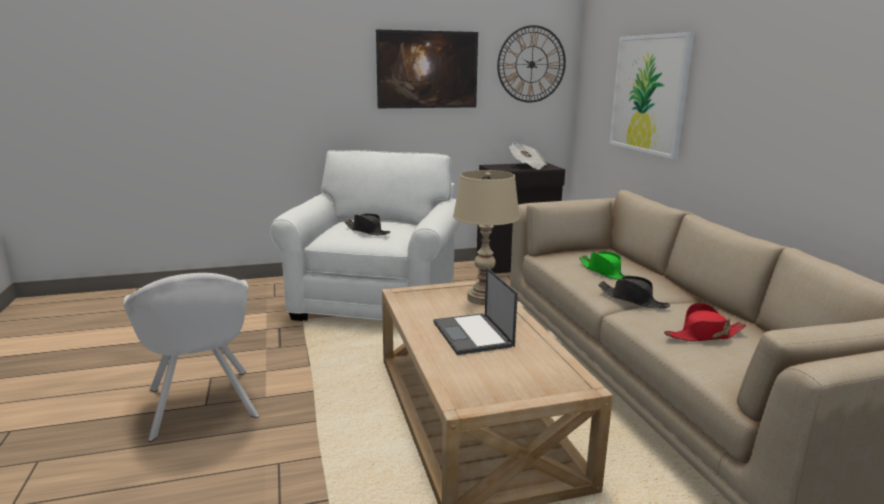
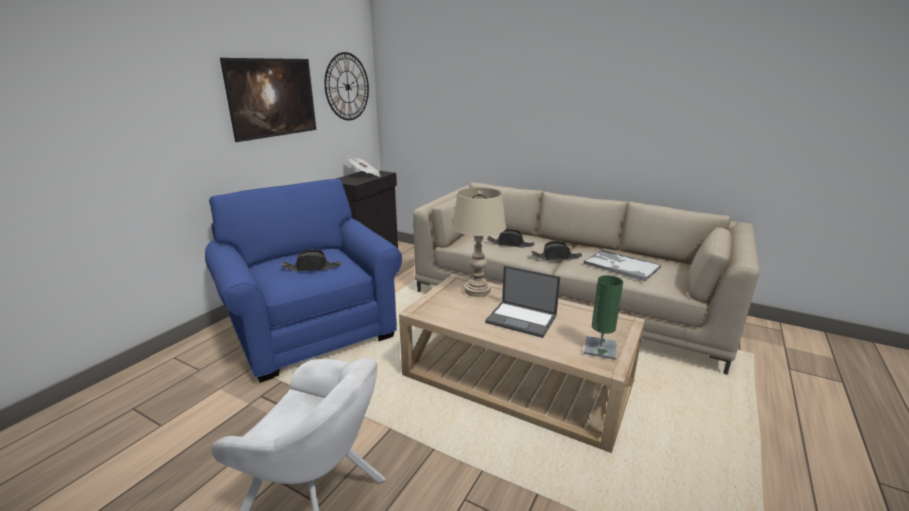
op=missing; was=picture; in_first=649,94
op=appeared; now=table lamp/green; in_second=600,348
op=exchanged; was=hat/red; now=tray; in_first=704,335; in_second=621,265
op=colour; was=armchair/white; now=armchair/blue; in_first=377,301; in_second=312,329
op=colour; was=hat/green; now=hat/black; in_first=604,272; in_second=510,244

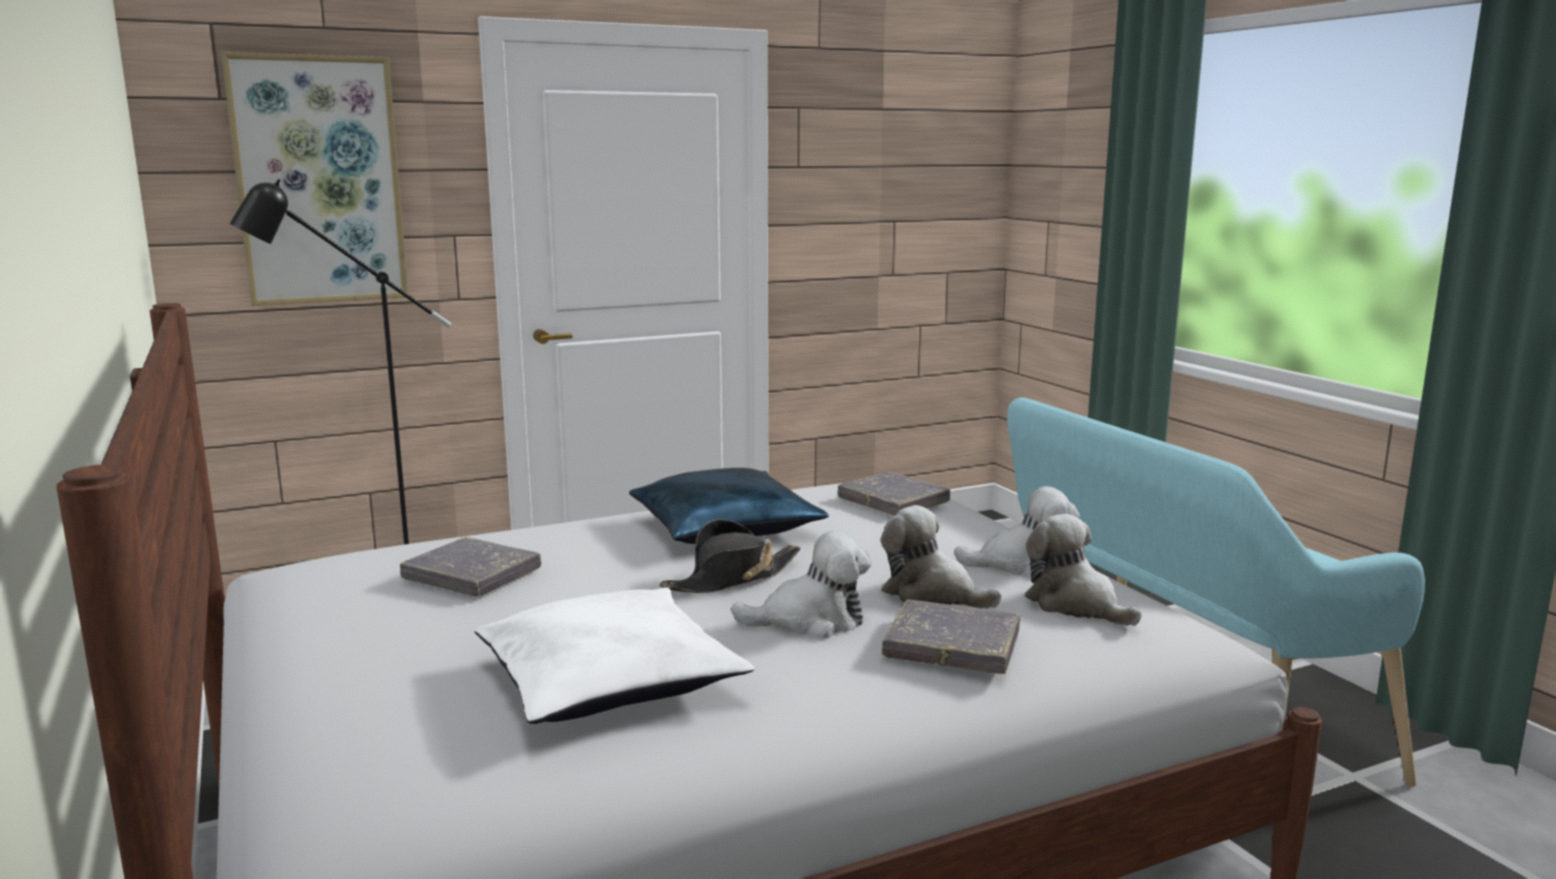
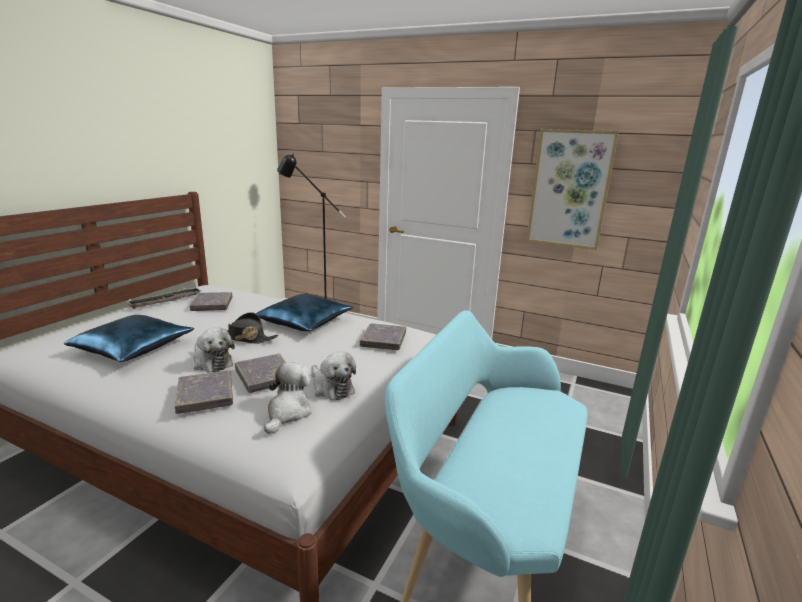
op=appeared; now=tray; in_second=165,301
op=relocated; was=picture; in_first=319,181; in_second=569,189
op=exchanged; was=plush toy; now=book/grey; in_first=931,593; in_second=265,376
op=colour; was=pillow/white; now=pillow/blue; in_first=608,679; in_second=133,348

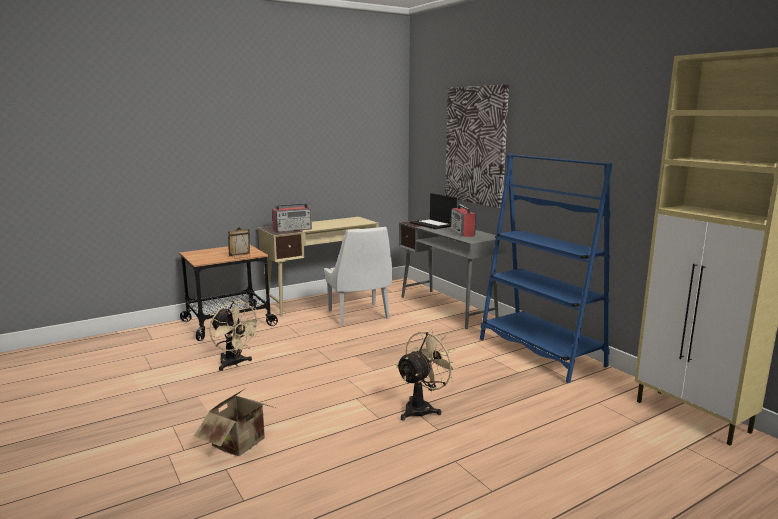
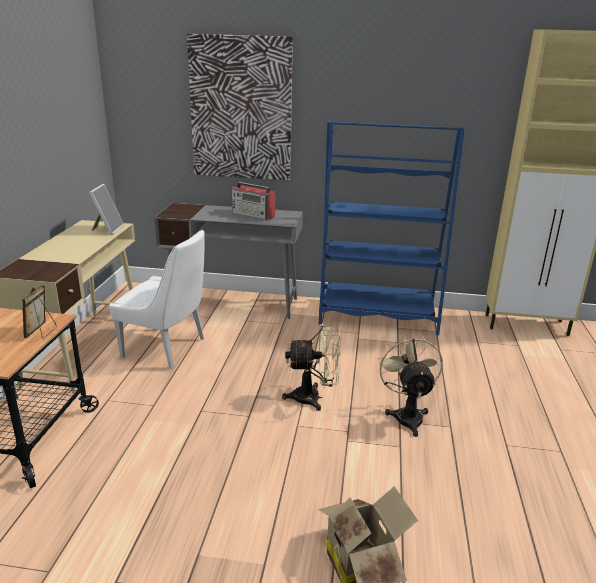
op=missing; was=radio; in_first=293,229
op=missing; was=laptop; in_first=433,224
op=appeared; now=picture frame; in_second=107,229
op=relocated; was=fan/beige; in_first=234,364; in_second=314,398

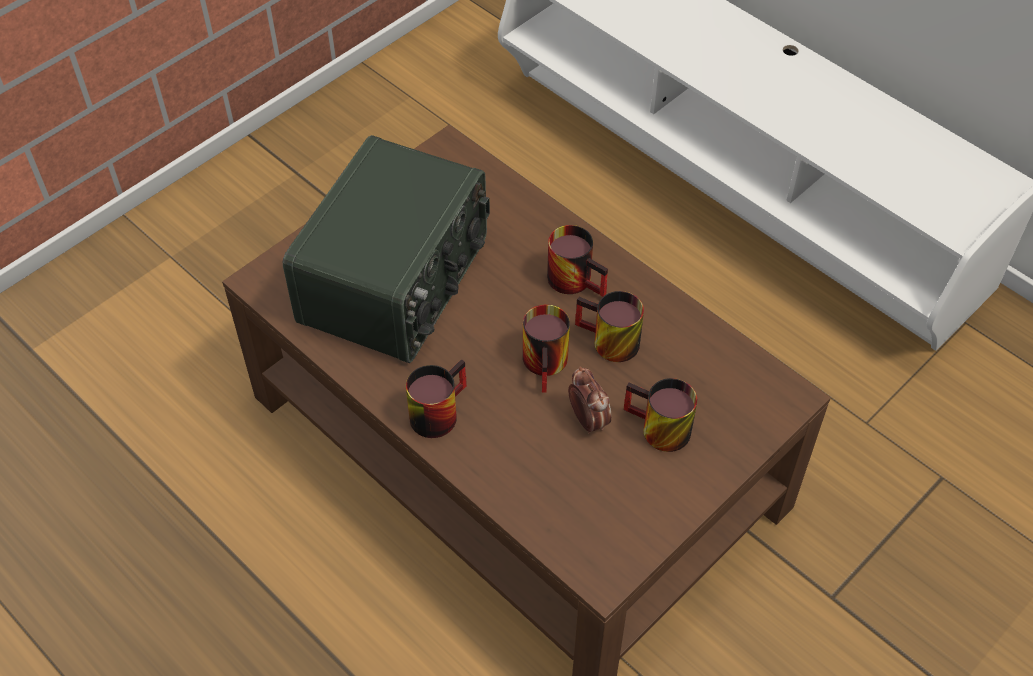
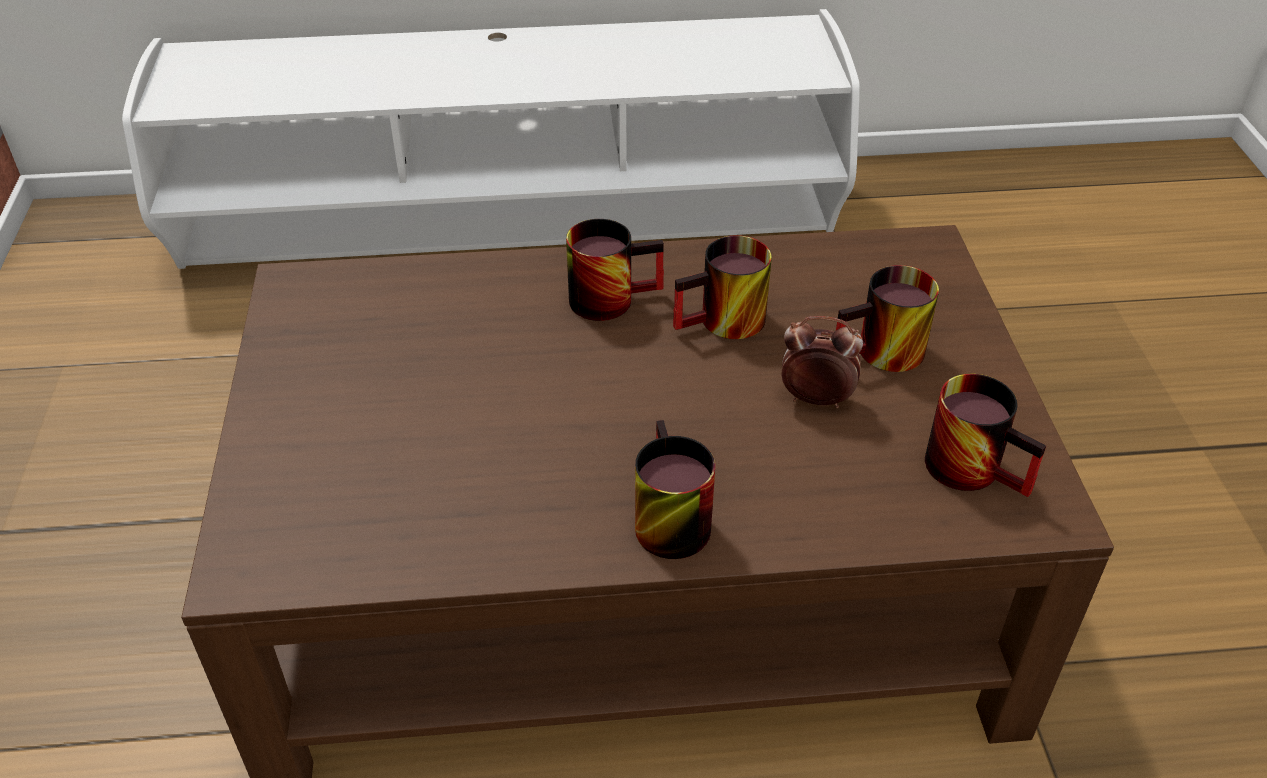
op=missing; was=radio; in_first=397,281
op=relocated; was=mug; in_first=549,364; in_second=977,467

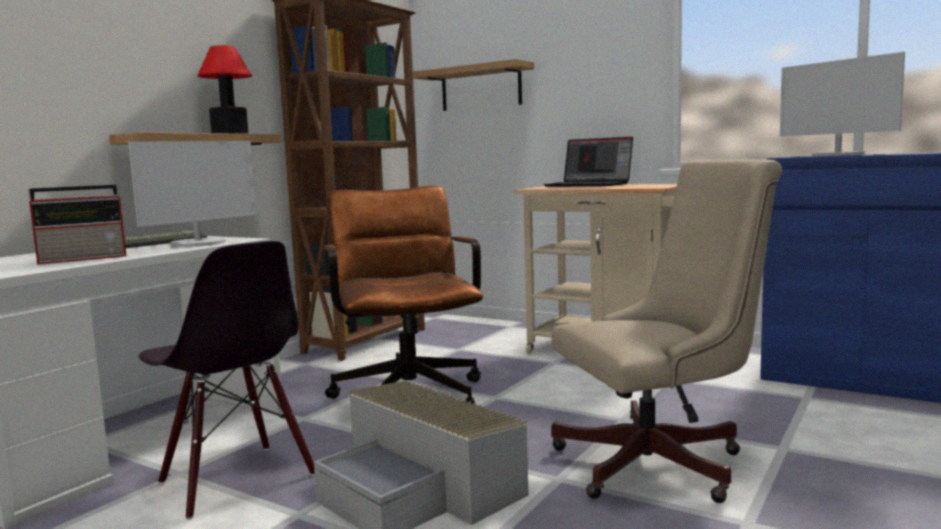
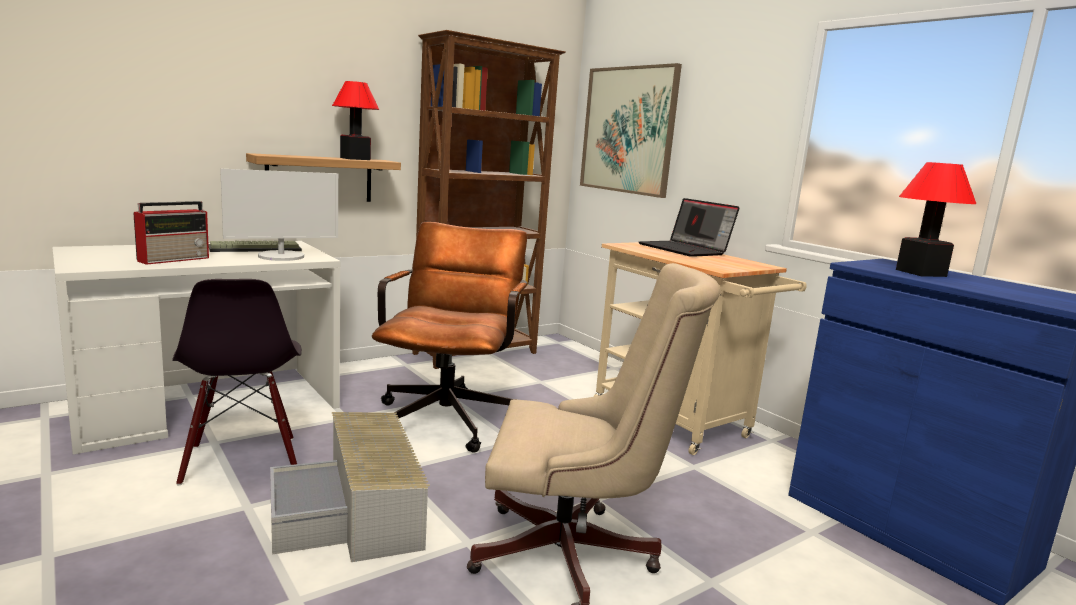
op=exchanged; was=shelf; now=picture; in_first=481,88; in_second=628,130
op=exchanged; was=monitor; now=table lamp; in_first=837,155; in_second=921,273
op=spun; was=radio; in_first=85,258; in_second=175,259; clockwise=-45

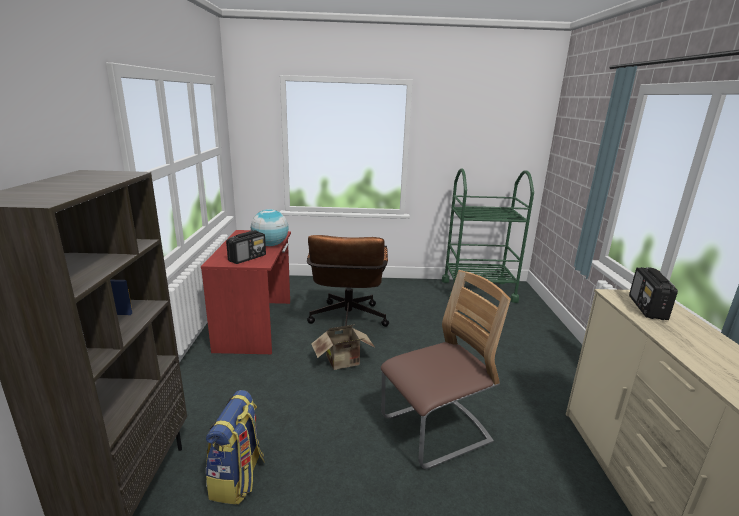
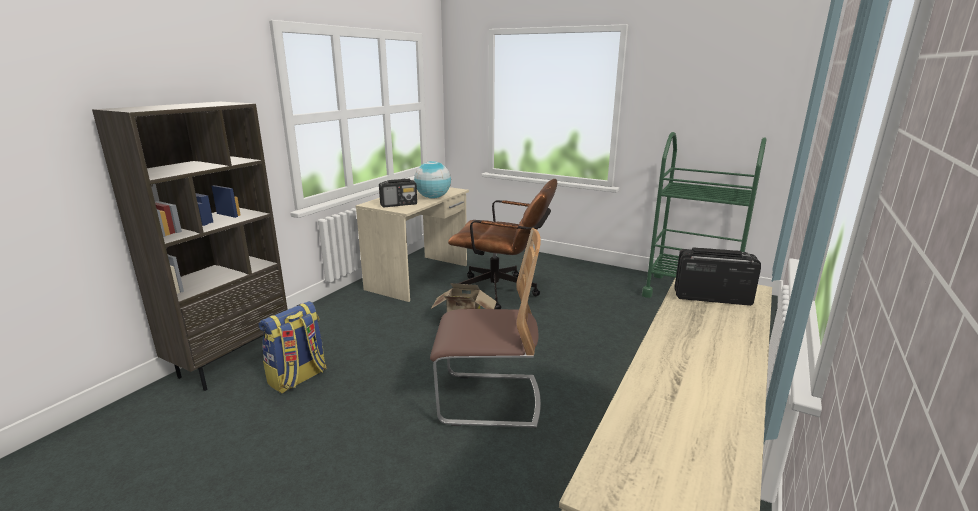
op=colour; was=desk/red; now=desk/beige; in_first=256,324; in_second=419,277
op=spun; was=office chair/brown; in_first=347,323; in_second=503,292; clockwise=-105
op=spun; was=radio; in_first=647,308; in_second=711,297; clockwise=60

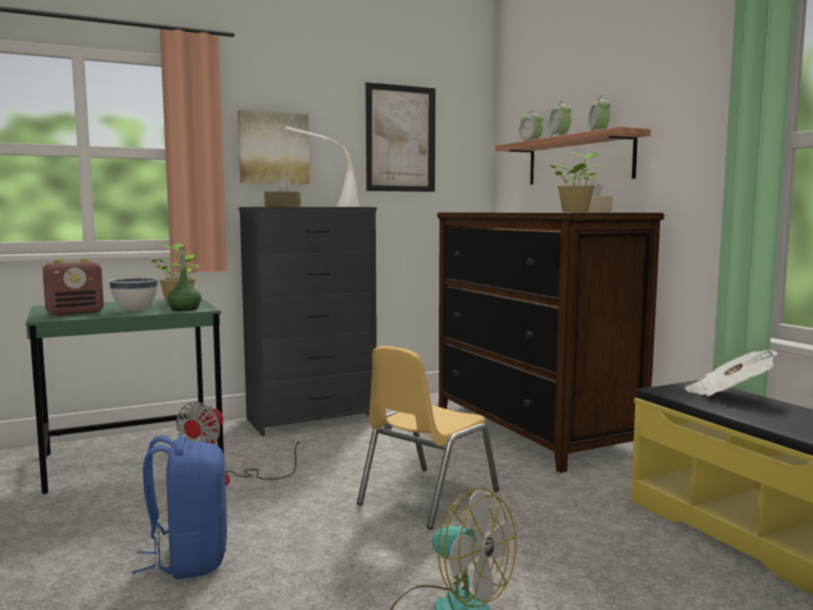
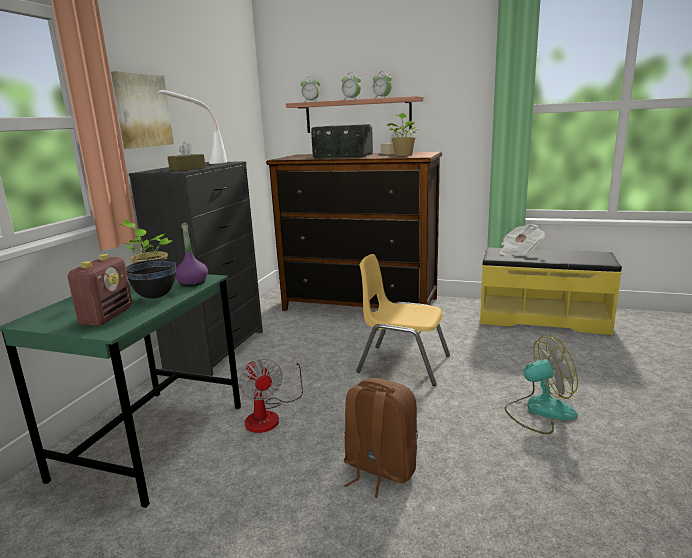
op=missing; was=picture; in_first=400,139
op=appeared; now=radio; in_second=343,156
op=colour; was=bowl/white; now=bowl/black; in_first=135,311; in_second=156,297
op=colour; was=backpack/blue; now=backpack/brown; in_first=189,559; in_second=379,469
op=colour; was=bottle/green; now=bottle/purple; in_first=184,309; in_second=192,283
op=spun; was=chair/yellow; in_first=427,497; in_second=403,364; clockwise=120

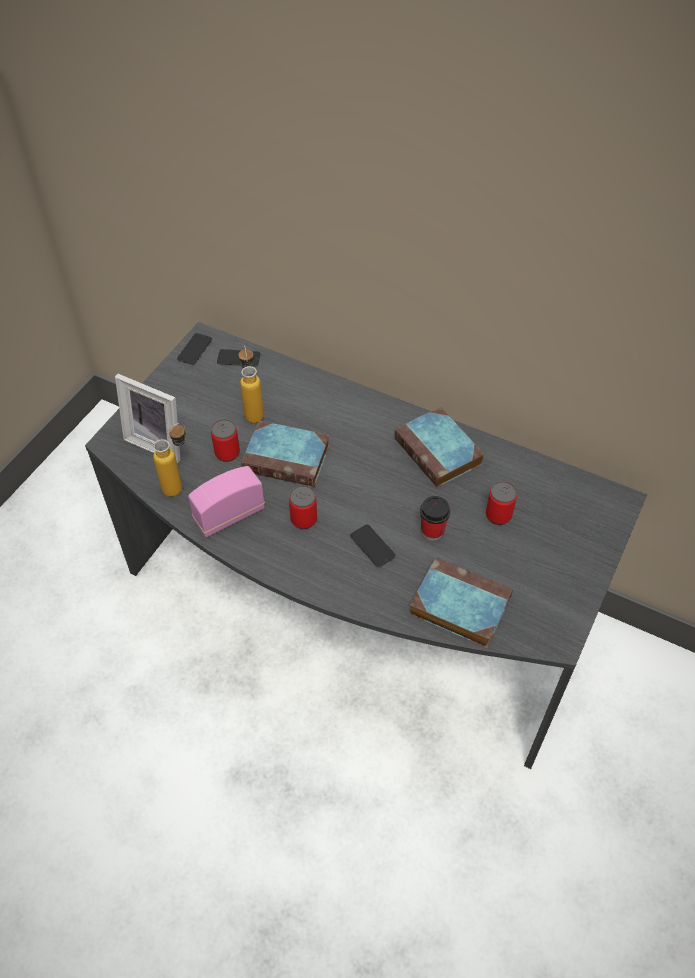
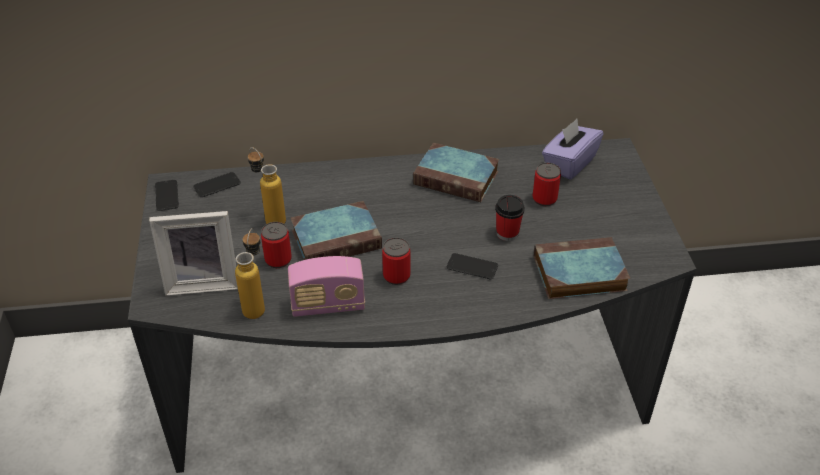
op=appeared; now=tissue box/purple; in_second=569,163
op=spun; was=radio; in_first=229,515; in_second=328,305; clockwise=-120

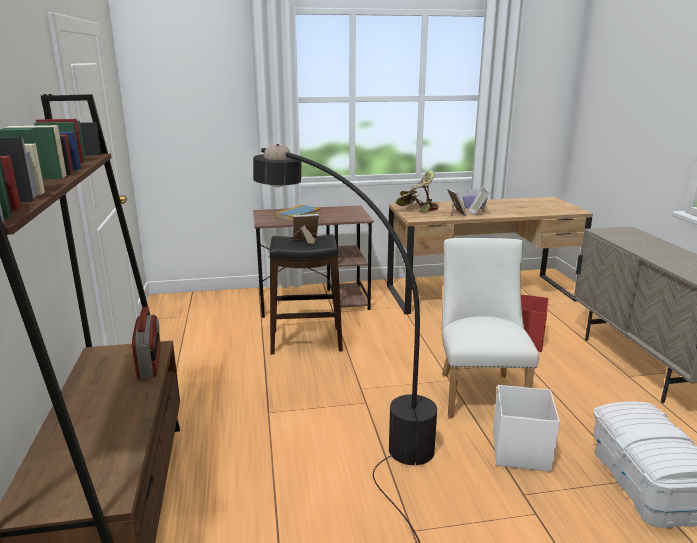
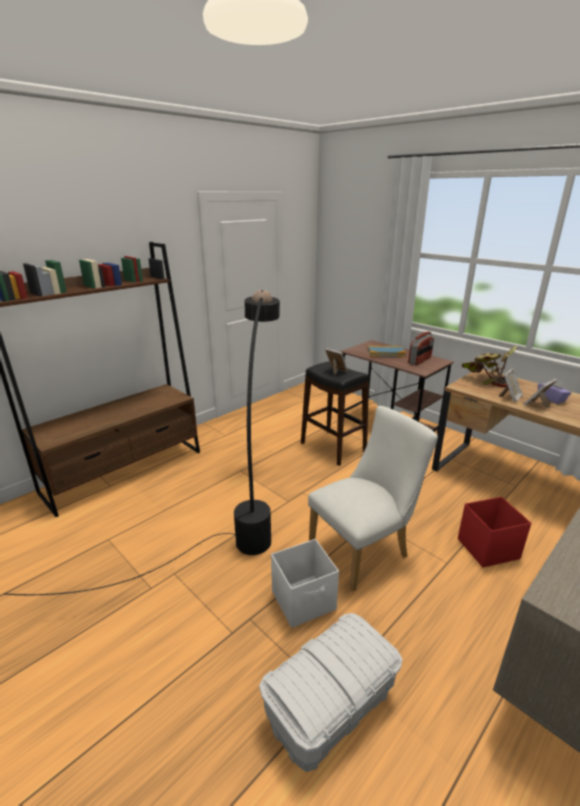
op=relocated; was=radio; in_first=150,363; in_second=420,360

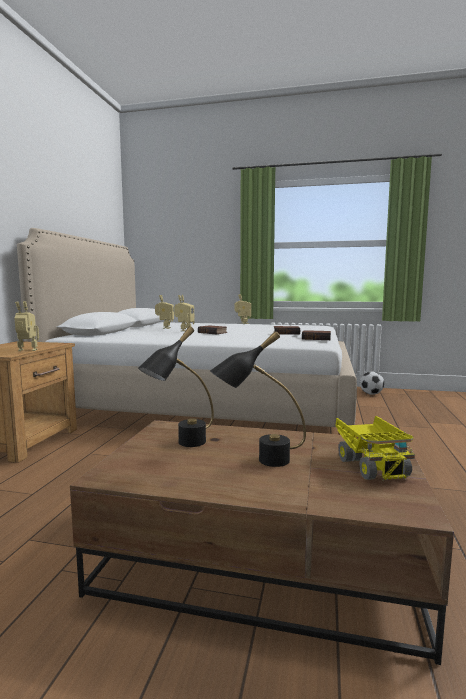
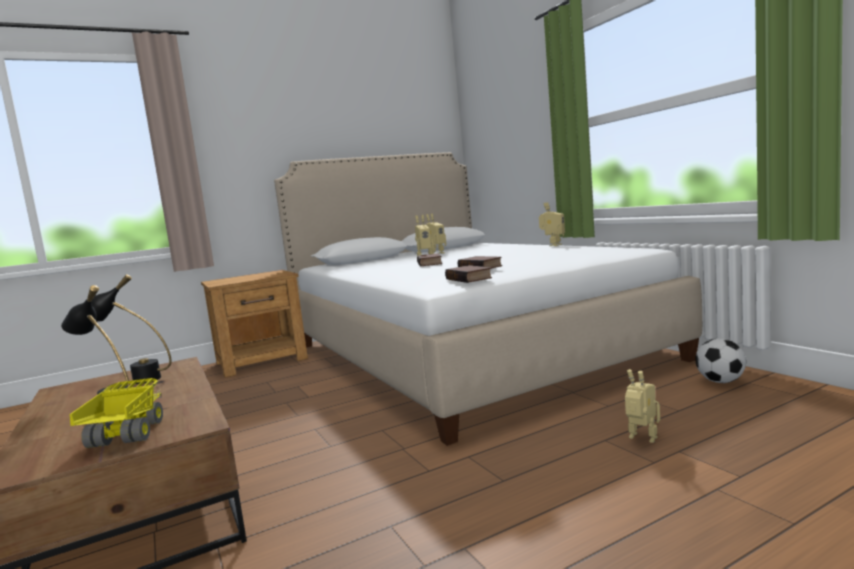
op=relocated; was=toy robot; in_first=27,350; in_second=641,439
op=spun; was=toy truck; in_first=371,465; in_second=125,436; clockwise=135

